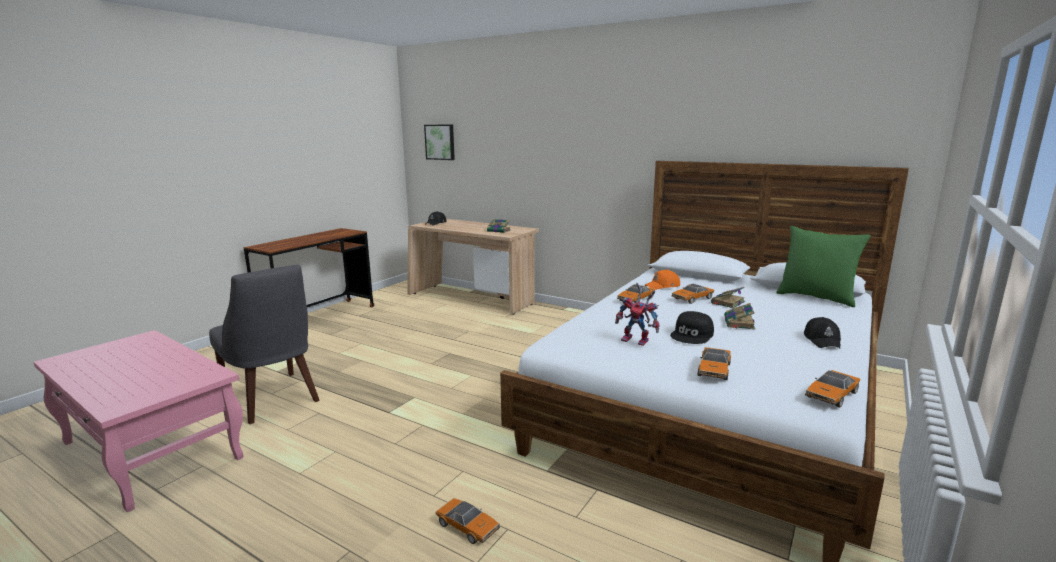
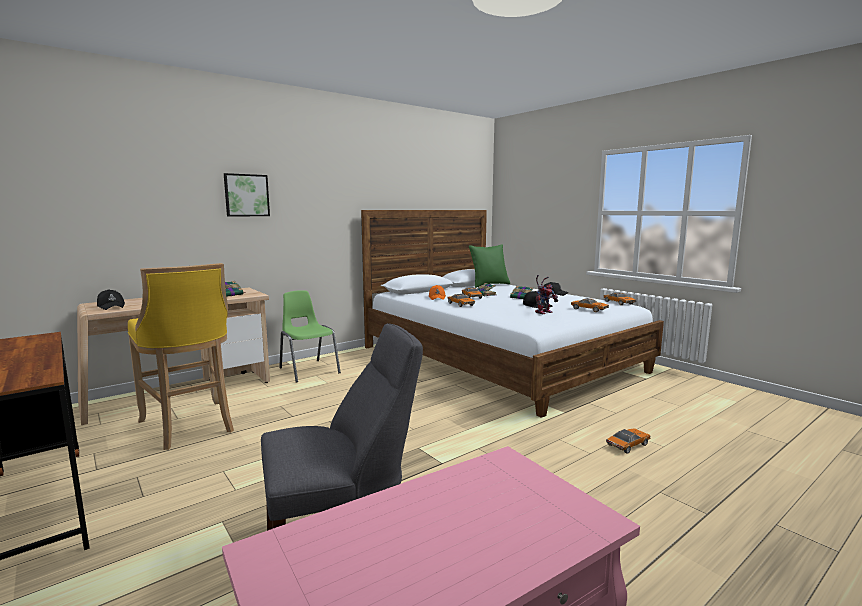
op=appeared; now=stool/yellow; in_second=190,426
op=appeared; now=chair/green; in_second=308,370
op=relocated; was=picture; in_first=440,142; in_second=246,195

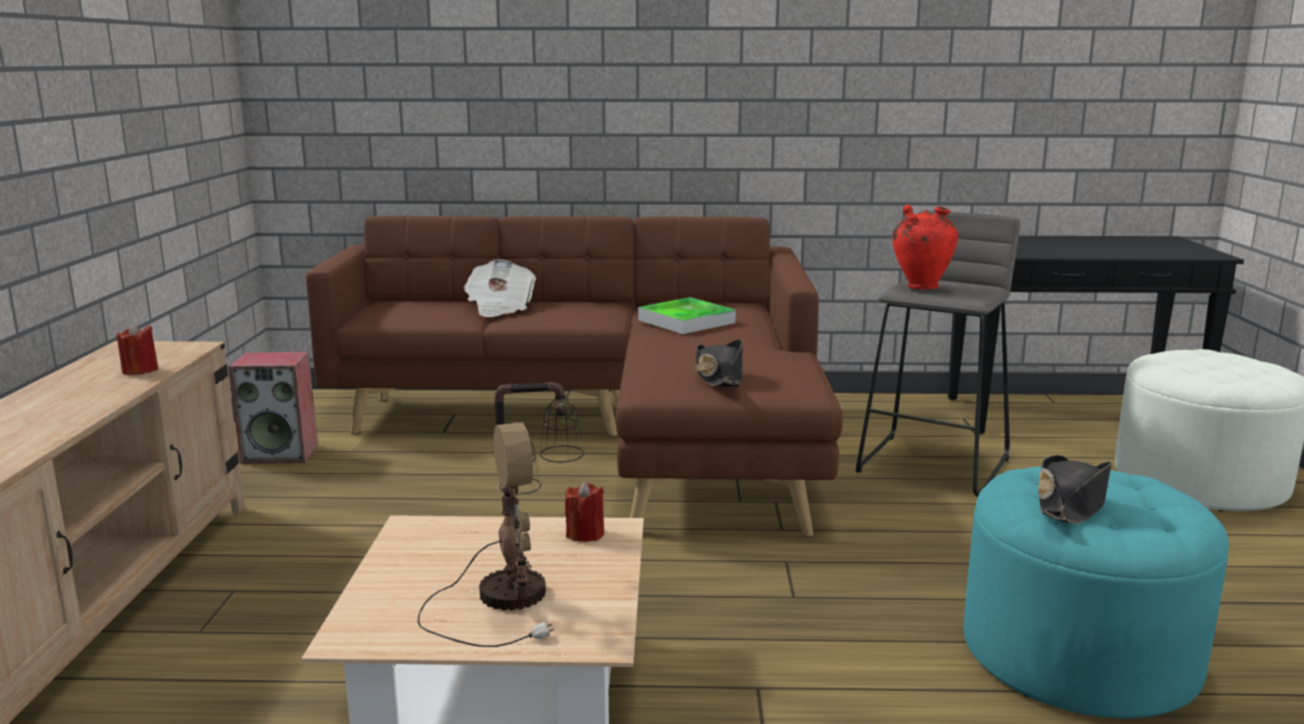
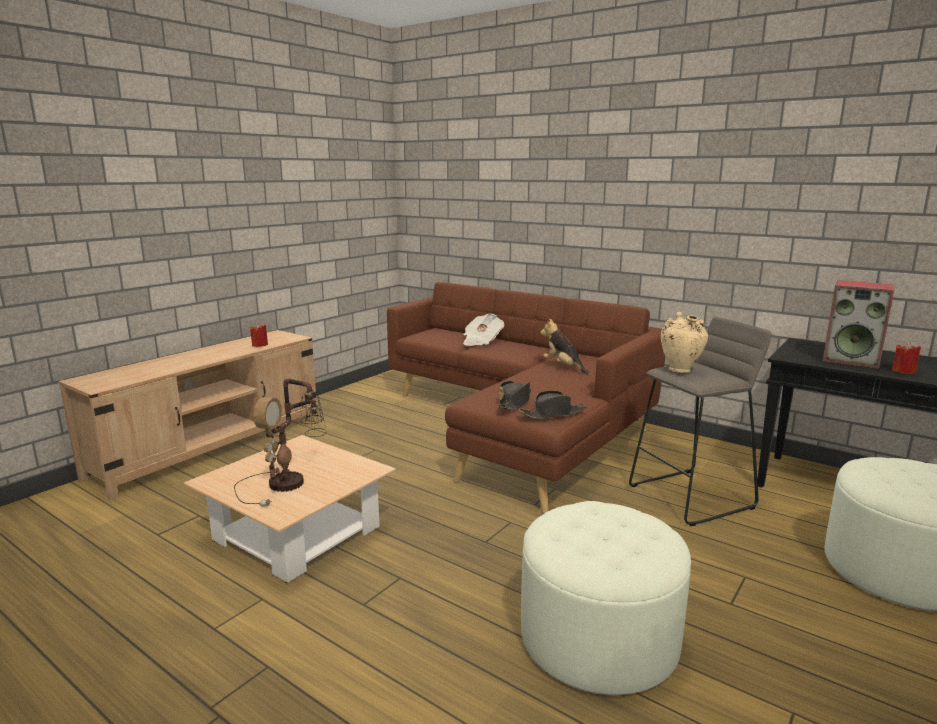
op=relocated; was=speaker; in_first=281,453; in_second=852,360
op=relocated; was=candle/red; in_first=585,534; in_second=903,371
op=relocated; was=hat/black; in_first=1071,504; in_second=553,413
op=exchanged; was=tray; now=plush toy; in_first=686,321; in_second=563,367
op=colour; was=vase/red; now=vase/beige; in_first=921,287; in_second=680,370
op=colour; was=ottoman/turquoise; now=ottoman/white; in_first=1078,654; in_second=598,638

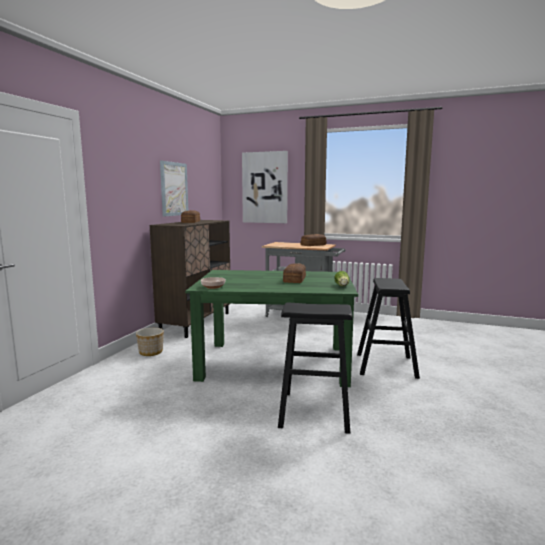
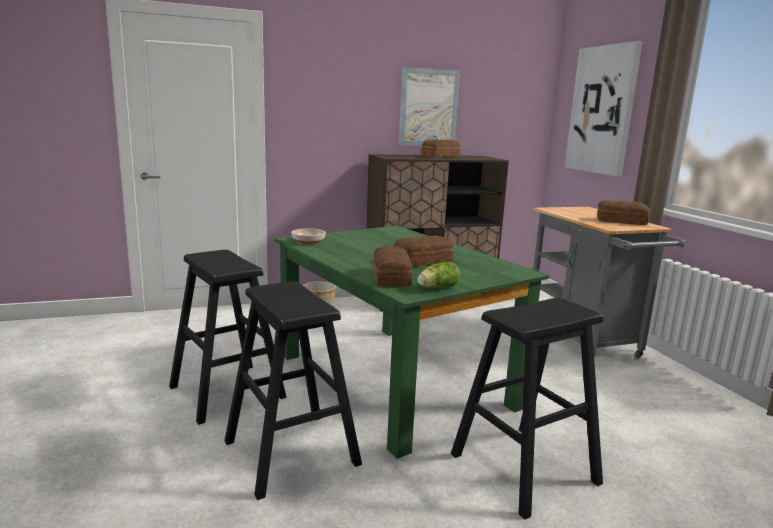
op=appeared; now=stool/black; in_second=227,392
op=appeared; now=bread; in_second=390,277

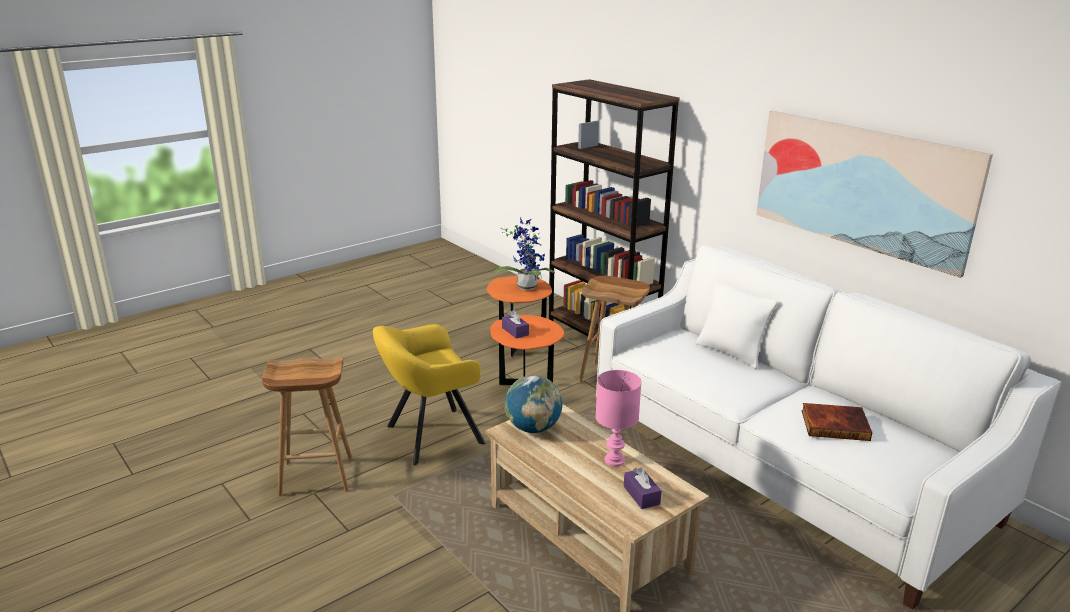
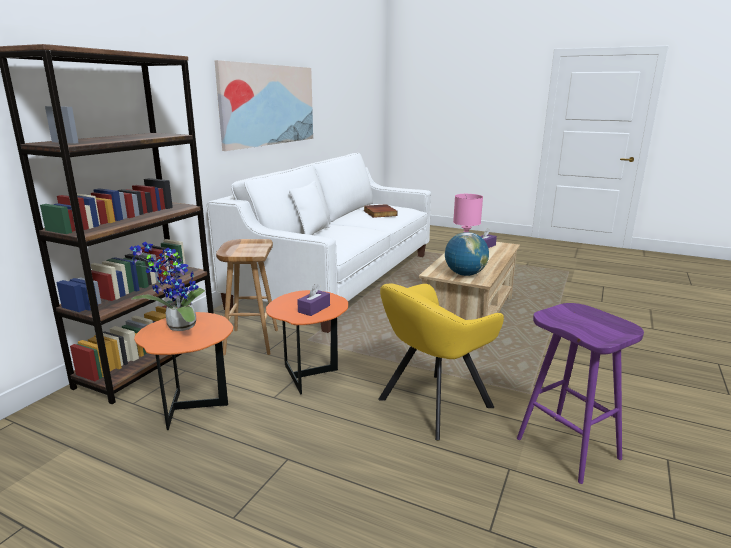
op=colour; was=stool/brown; now=stool/purple; in_first=315,477; in_second=569,448
op=spun; was=armchair/yellow; in_first=430,436; in_second=431,405; clockwise=105

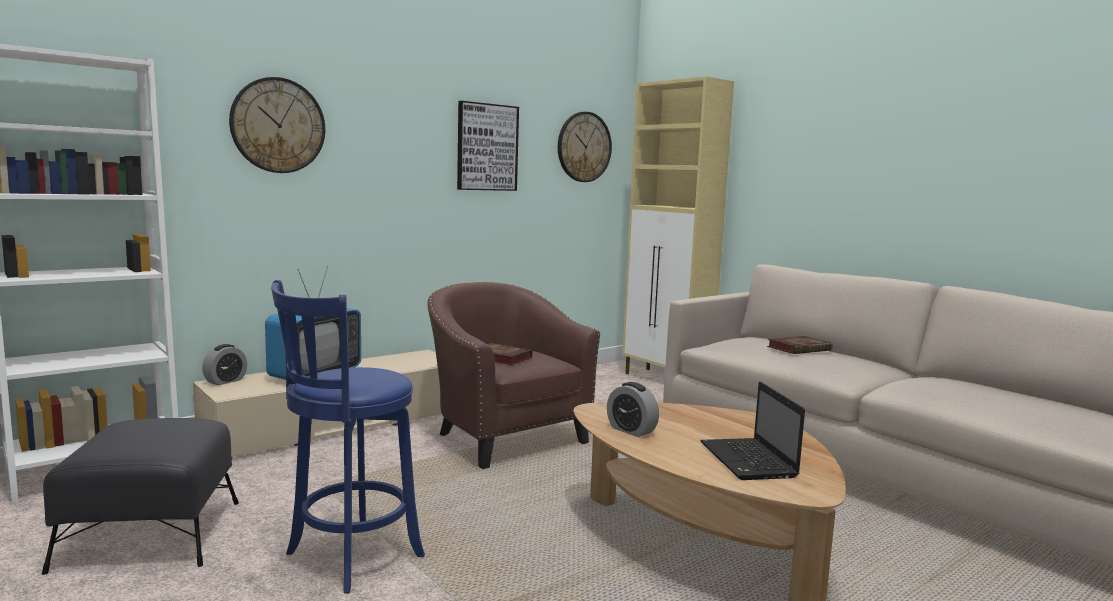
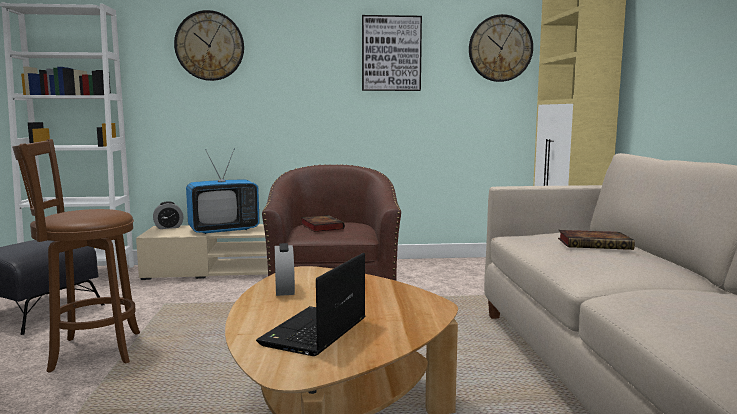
op=colour; was=stool/blue; now=stool/brown; in_first=349,558; in_second=90,351

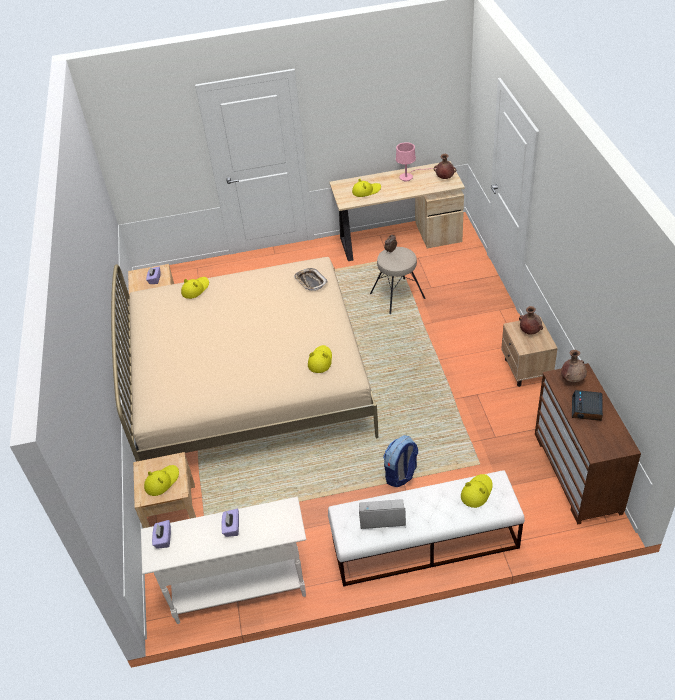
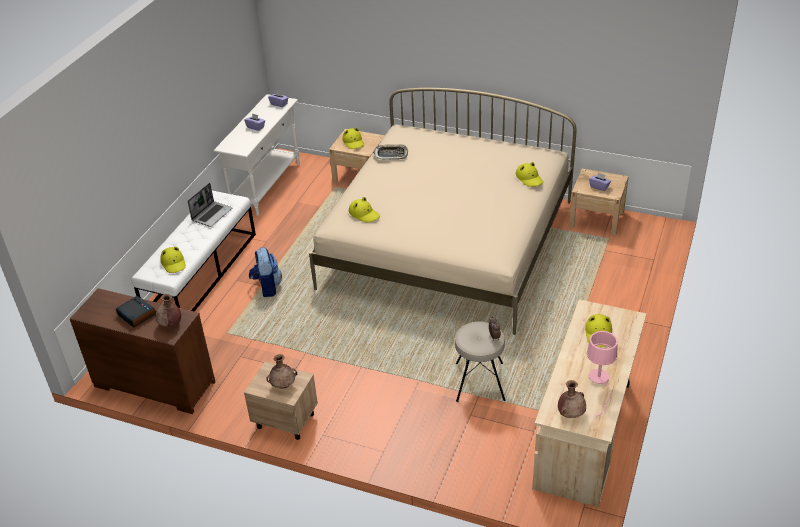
op=relocated; was=tray; in_first=310,281; in_second=391,154

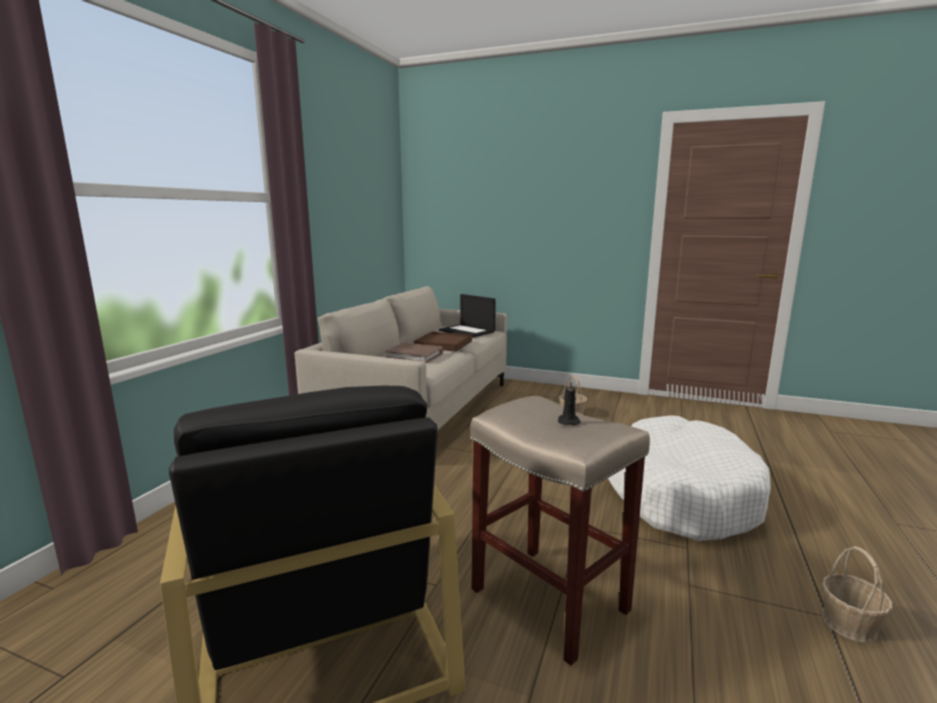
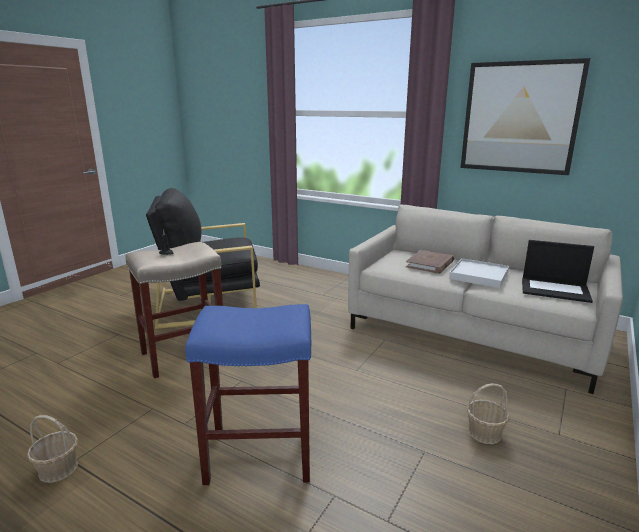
op=appeared; now=picture; in_second=520,118
op=exchanged; was=dog bed/white; now=stool/blue; in_first=680,493; in_second=258,455
op=colour; was=tray/brown; now=tray/white; in_first=443,344; in_second=479,275
op=spun; was=laptop; in_first=467,331; in_second=555,289; clockwise=-120

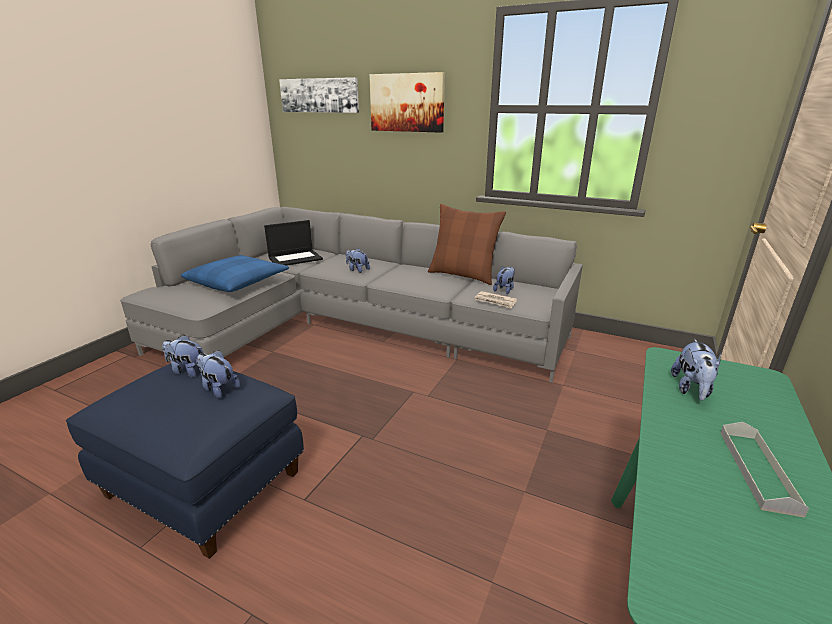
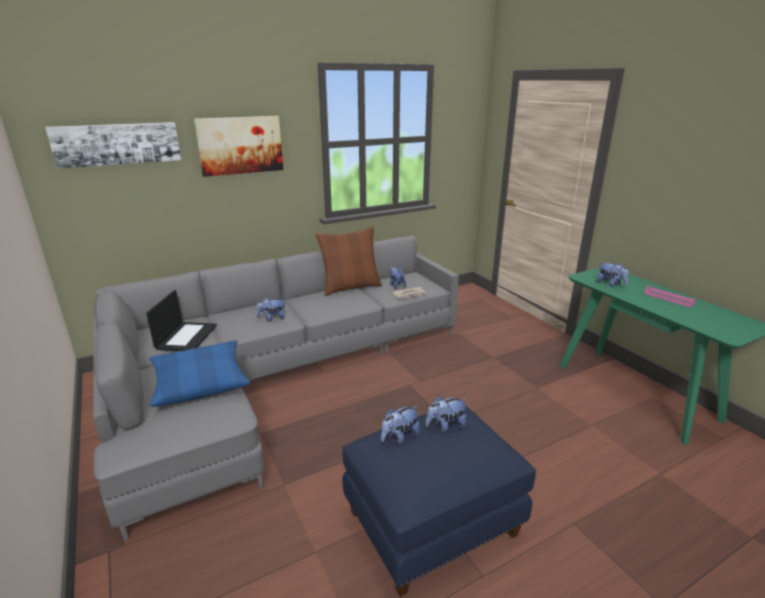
op=colour; was=tray/grey; now=tray/pink; in_first=757,470; in_second=668,298

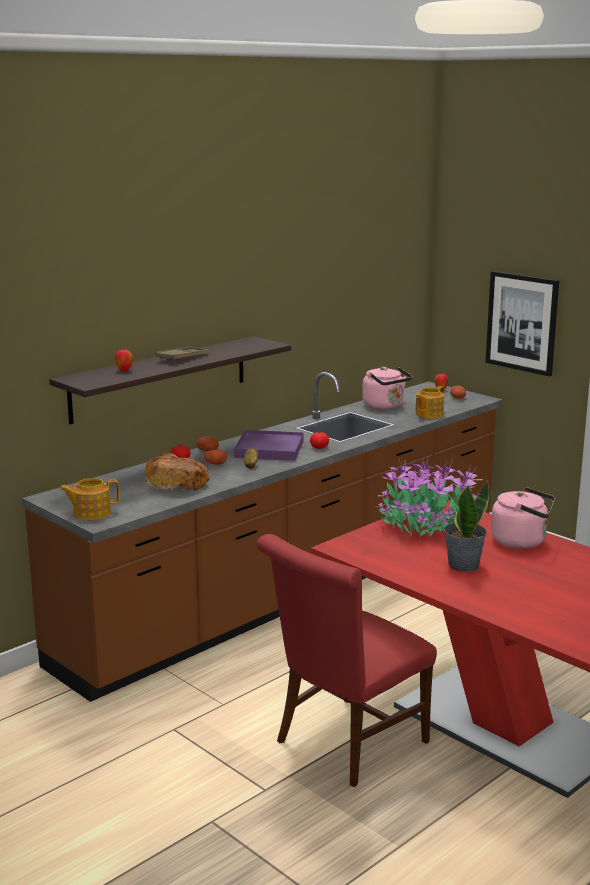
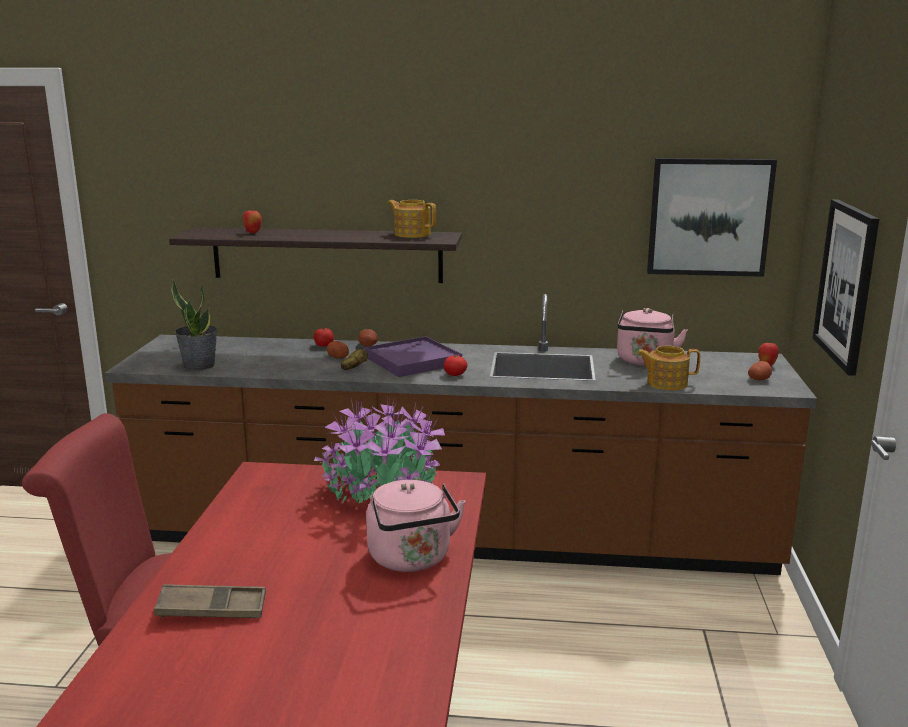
op=missing; was=bread; in_first=176,483
op=appeared; now=picture; in_second=709,217
op=relocated; was=teapot; in_first=91,513; in_second=412,234
op=relocated; was=tray/brown; in_first=183,357; in_second=212,609
op=relocated; was=potted plant; in_first=463,565; in_second=199,366

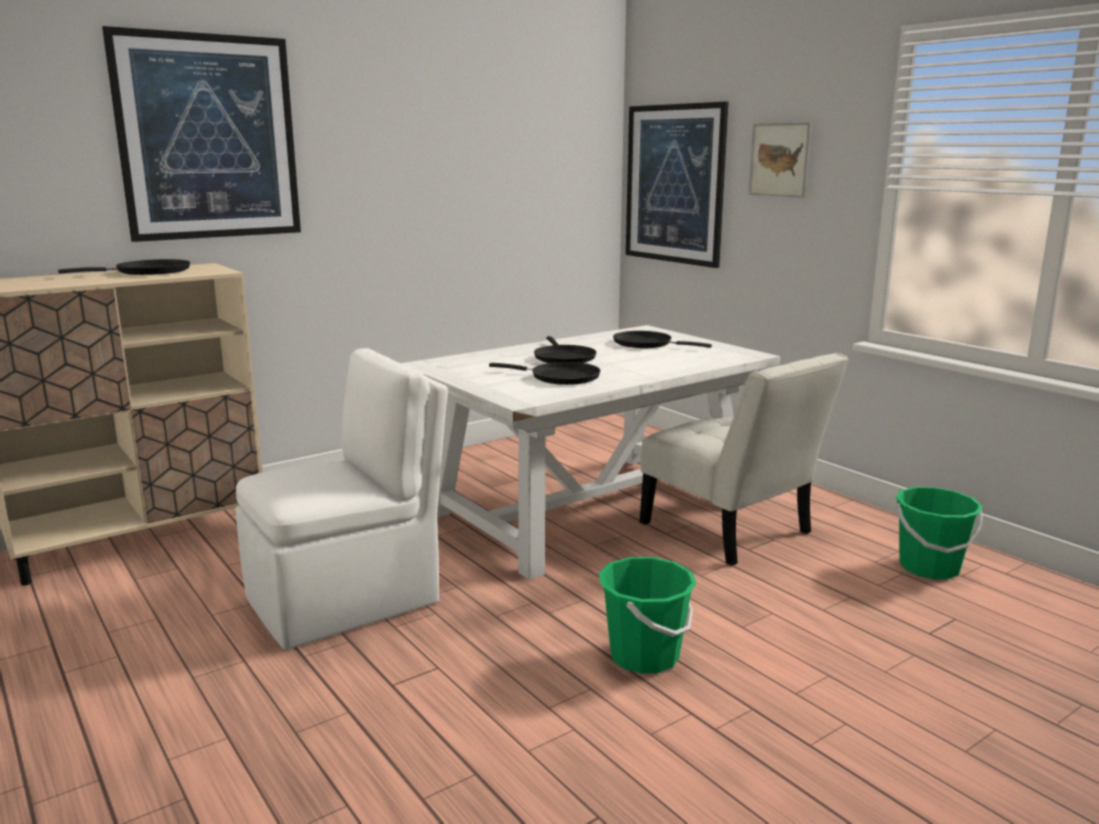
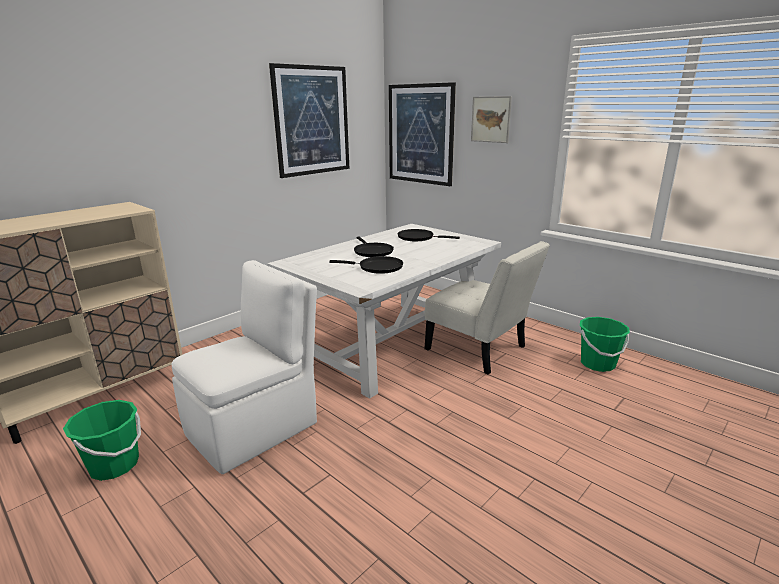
op=missing; was=frying pan/black; in_first=148,272
op=relocated; was=picture; in_first=209,138; in_second=312,121
op=relocated; was=bucket/green; in_first=644,656; in_second=114,465

